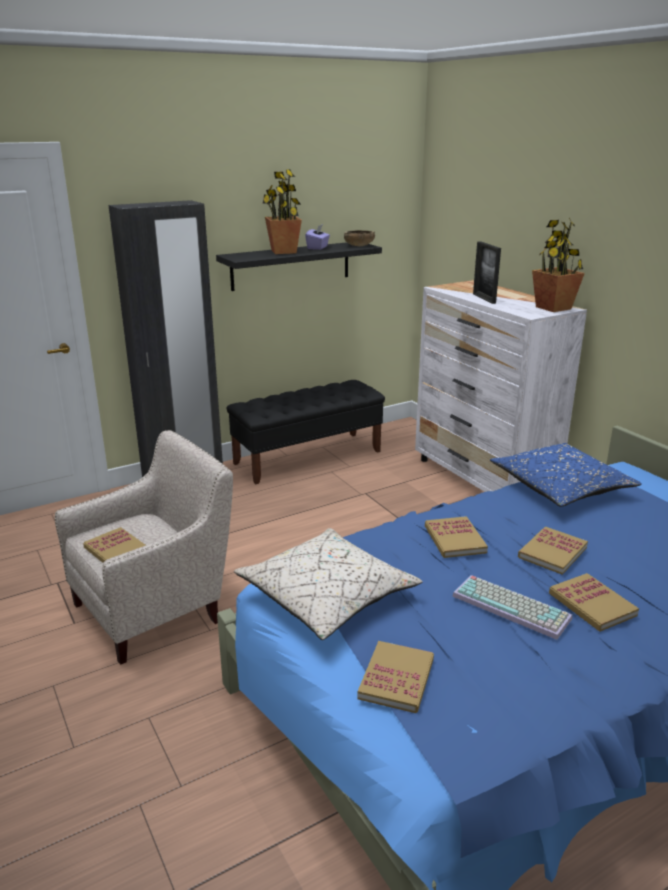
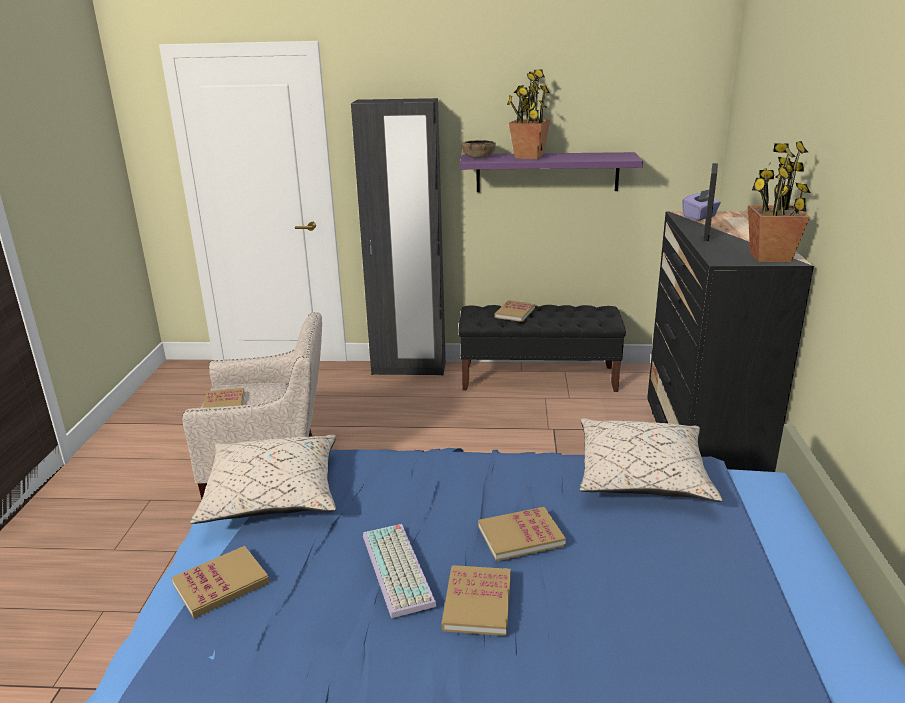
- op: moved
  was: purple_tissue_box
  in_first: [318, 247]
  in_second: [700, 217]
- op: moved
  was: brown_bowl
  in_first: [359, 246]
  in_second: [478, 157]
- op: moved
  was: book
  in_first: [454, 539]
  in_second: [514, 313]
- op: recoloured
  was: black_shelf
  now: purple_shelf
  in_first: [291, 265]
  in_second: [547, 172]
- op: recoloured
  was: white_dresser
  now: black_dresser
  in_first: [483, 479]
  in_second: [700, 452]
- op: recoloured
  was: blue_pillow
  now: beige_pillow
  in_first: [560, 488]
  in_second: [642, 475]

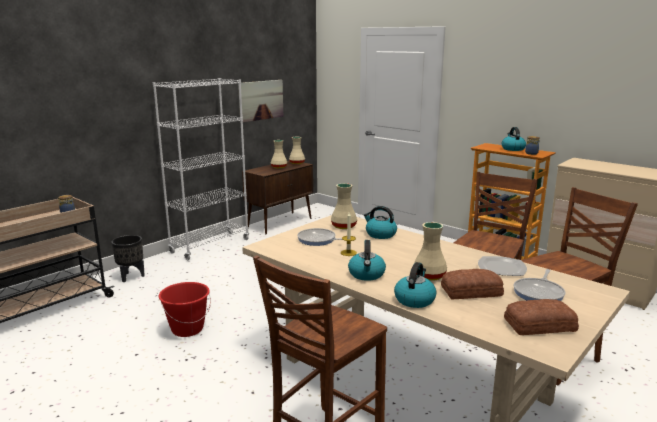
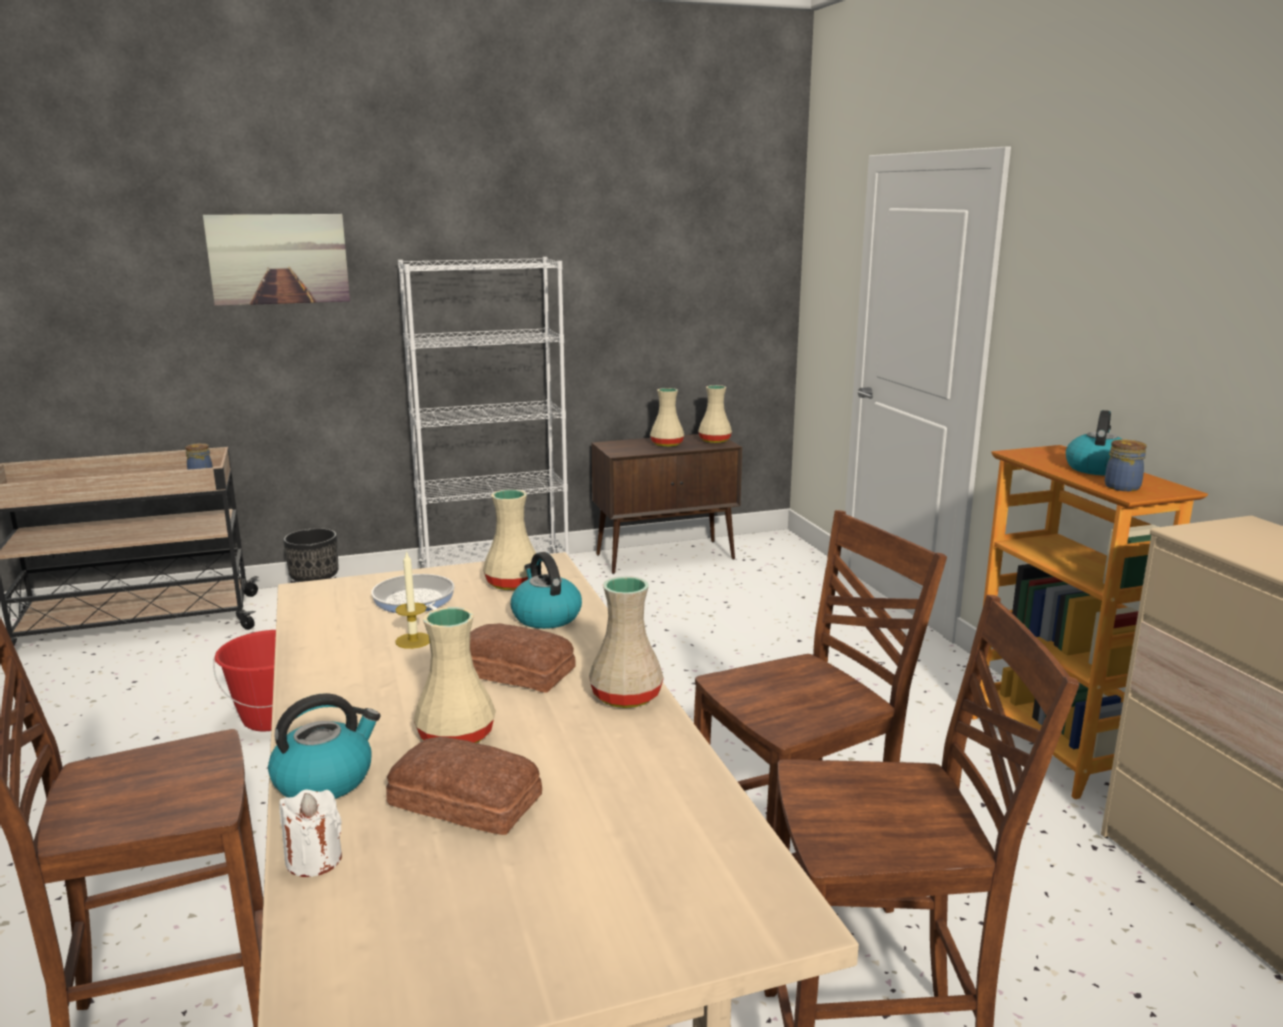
- op: removed
  was: kettle
  in_first: [367, 274]
- op: removed
  was: plate
  in_first: [502, 268]
- op: removed
  was: frying_pan
  in_first: [539, 293]
- op: added
  now: white_candle
  in_second: [314, 860]
- op: added
  now: beige_vase
  in_second: [625, 697]
- op: moved
  was: picture
  in_first: [261, 100]
  in_second: [278, 259]
- op: moved
  was: bread
  in_first: [538, 324]
  in_second: [514, 670]

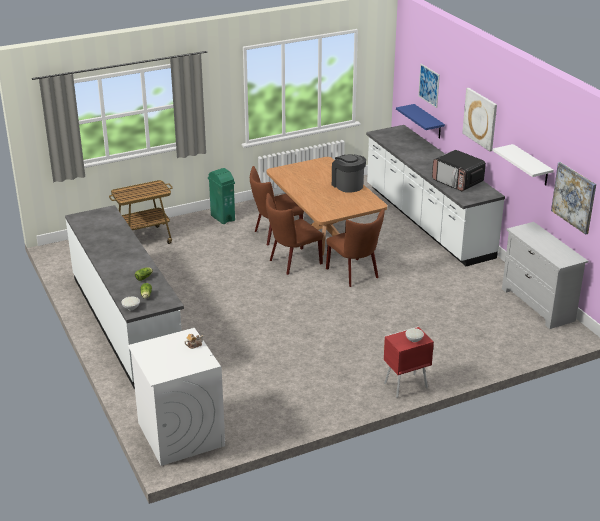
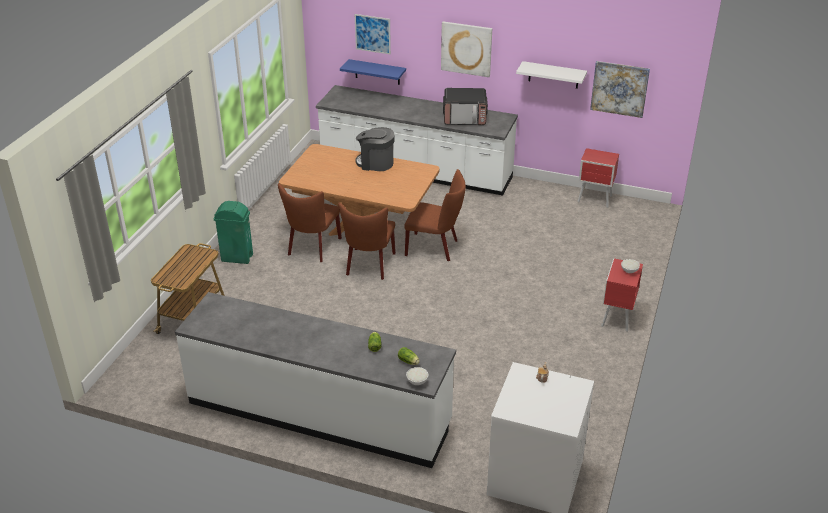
- op: replaced
  was: white_dresser
  now: red_nightstand
  in_first: [537, 305]
  in_second: [595, 200]

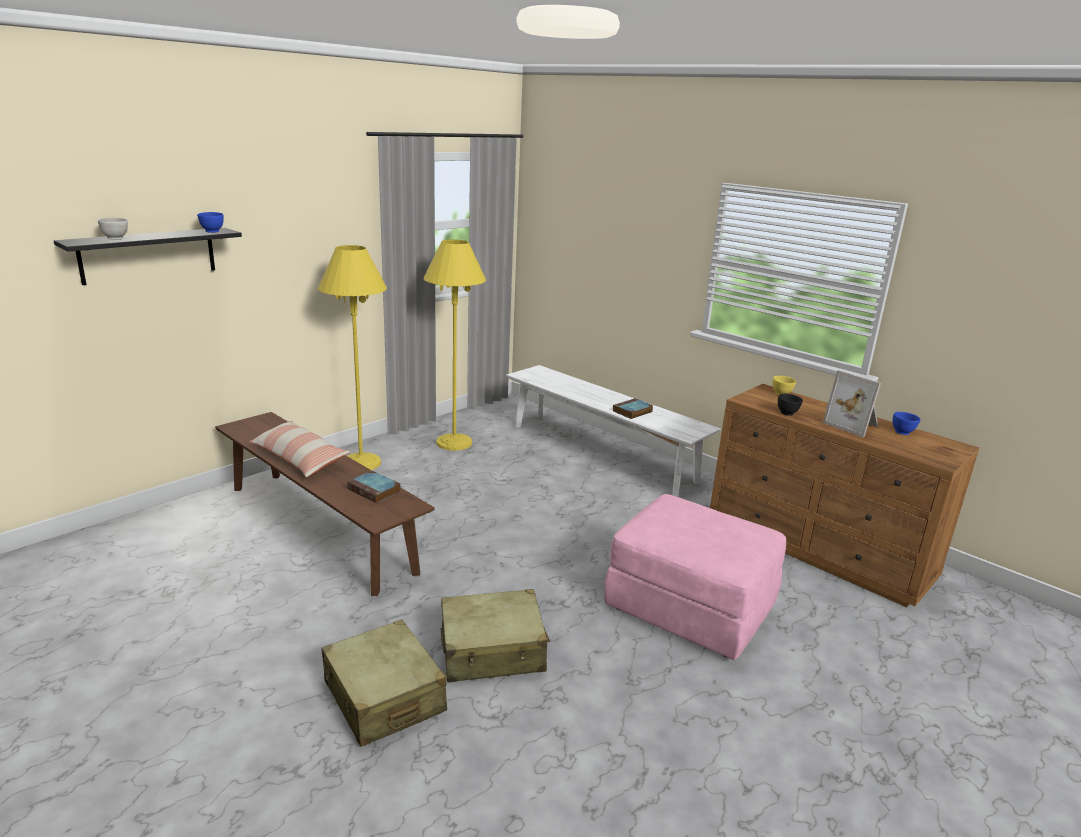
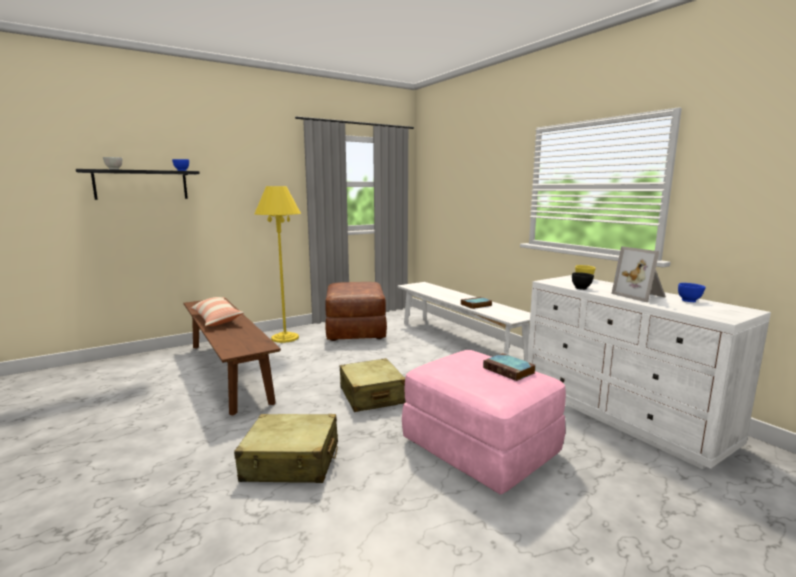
- op: moved
  was: beige_suitcase
  in_first: [384, 697]
  in_second: [371, 396]
- op: moved
  was: book
  in_first: [375, 490]
  in_second: [510, 370]
- op: replaced
  was: yellow_floor_lamp
  now: brown_ottoman
  in_first: [454, 442]
  in_second: [355, 330]
- op: recoloured
  was: brown_dresser
  now: white_dresser
  in_first: [819, 549]
  in_second: [621, 414]

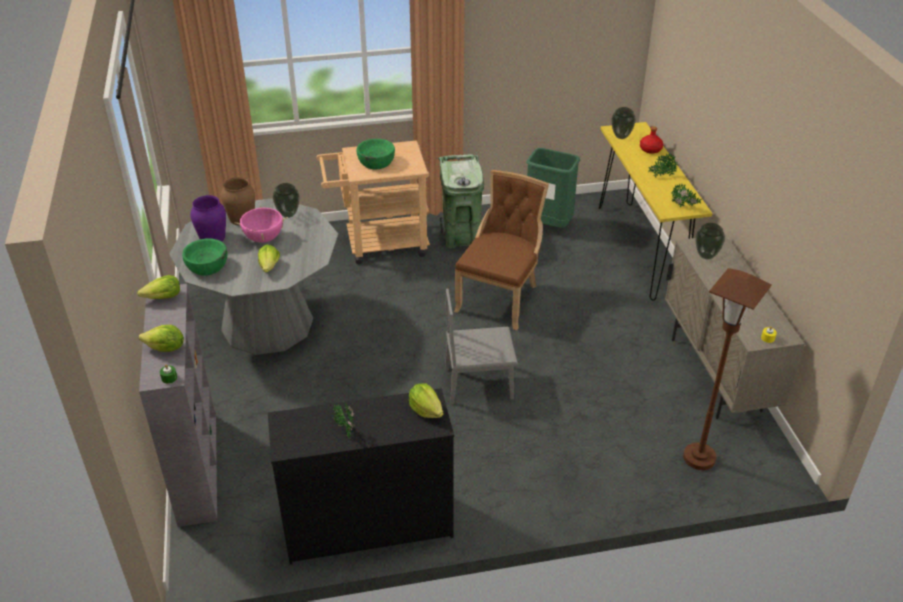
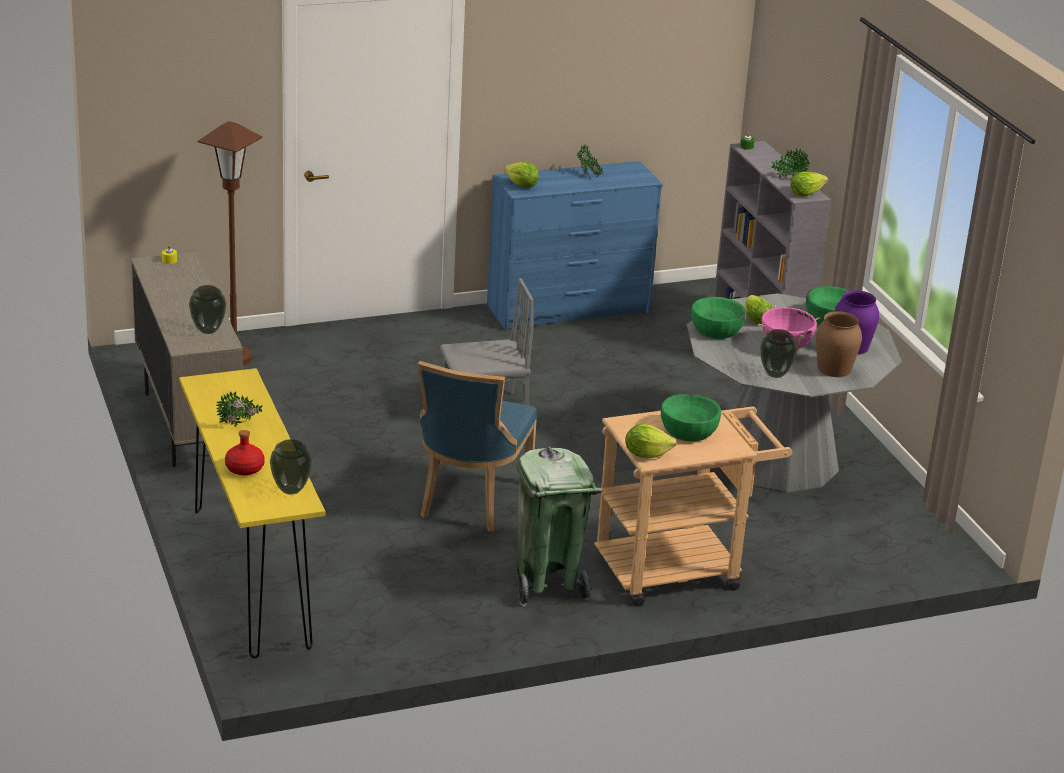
- op: removed
  was: green_trash_can
  in_first: [548, 225]
- op: added
  now: green_bowl
  in_second: [716, 329]
- op: moved
  was: lettuce
  in_first: [166, 349]
  in_second: [646, 454]
- op: moved
  was: potted_plant
  in_first: [683, 207]
  in_second: [789, 179]
- op: recoloured
  was: black_dresser
  now: blue_dresser
  in_first: [368, 526]
  in_second: [568, 310]
- op: recoloured
  was: brown_chair
  now: blue_chair
  in_first: [500, 298]
  in_second: [470, 500]

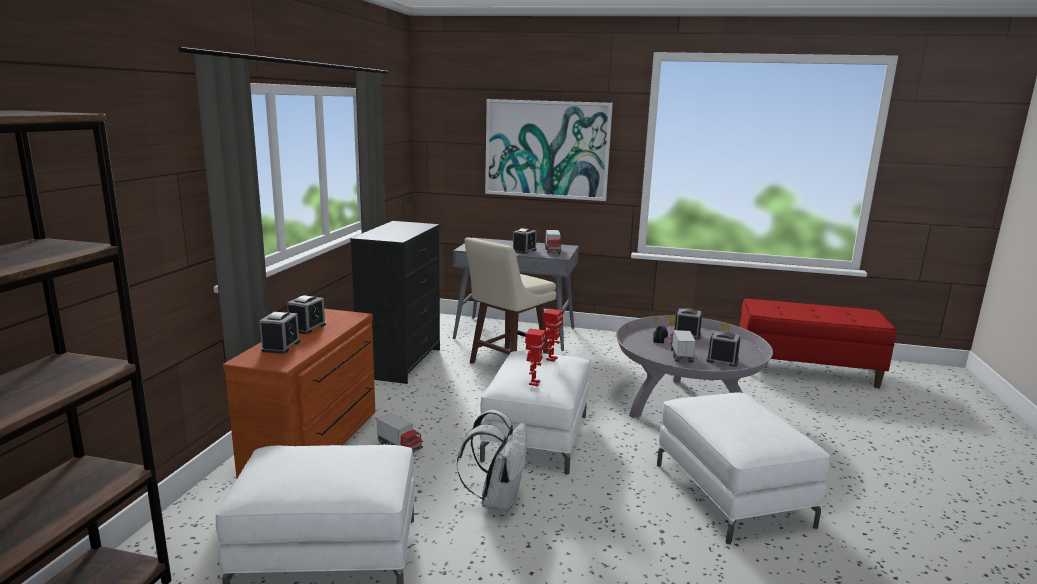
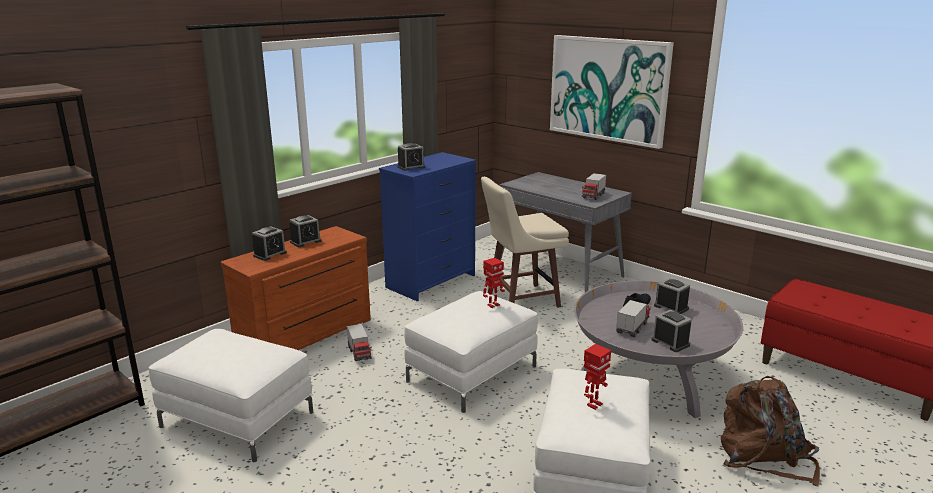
- op: removed
  was: white_backpack
  in_first: [497, 500]
- op: added
  now: brown_backpack
  in_second: [764, 456]
- op: moved
  was: alarm_clock
  in_first: [524, 250]
  in_second: [411, 167]
- op: moved
  was: toy_robot
  in_first: [533, 383]
  in_second: [593, 404]
- op: recoloured
  was: black_dresser
  now: blue_dresser
  in_first: [401, 363]
  in_second: [431, 281]

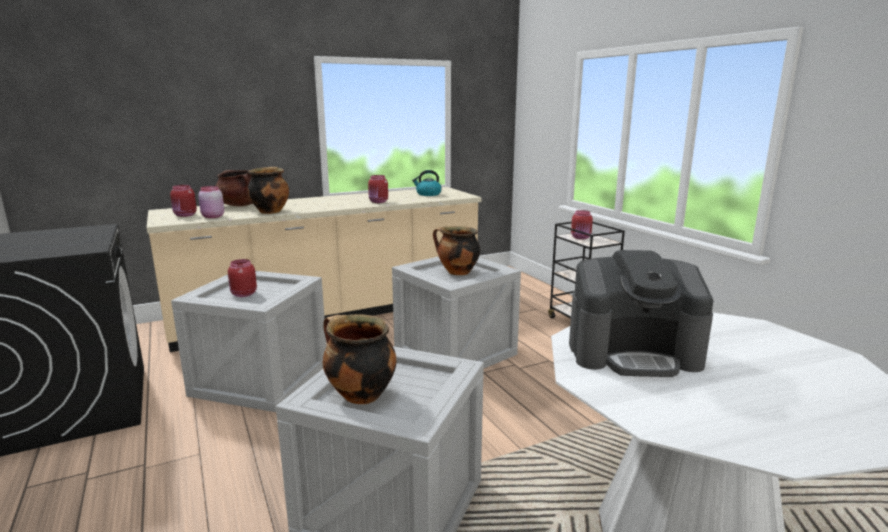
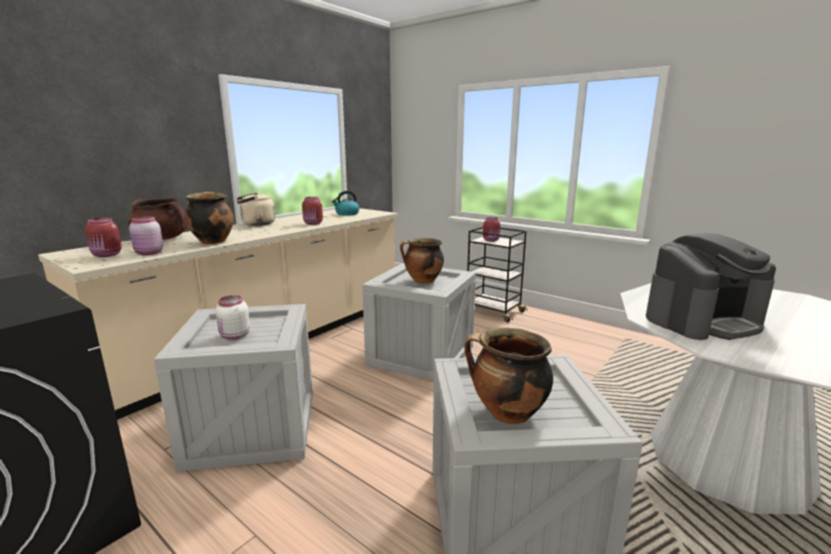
- op: added
  now: beige_kettle
  in_second: [256, 224]
- op: recoloured
  was: red_jar
  now: white_jar
  in_first: [243, 294]
  in_second: [234, 336]

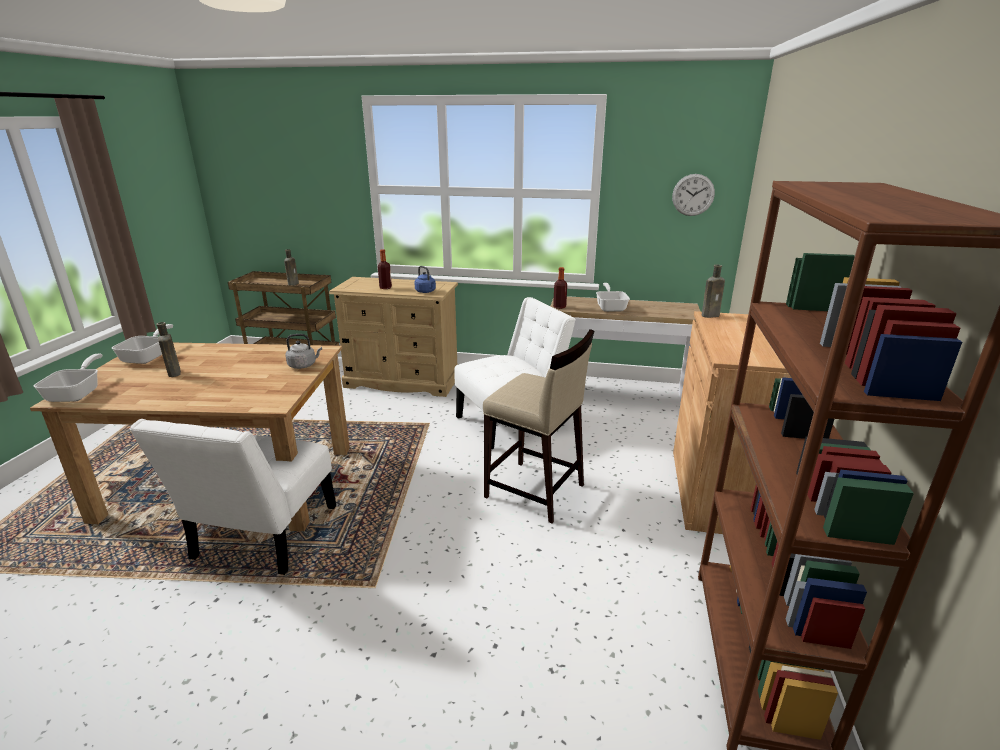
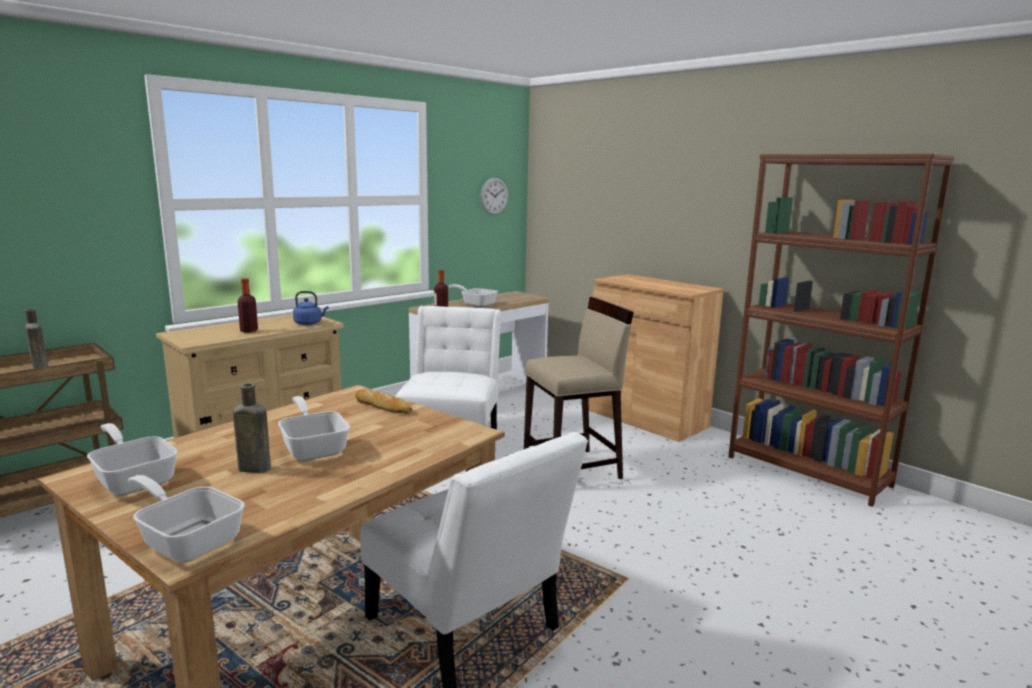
- op: removed
  was: brown_bottle
  in_first: [711, 315]
- op: added
  now: frying_pan
  in_second: [314, 447]
- op: replaced
  was: grey_kettle
  now: bread
  in_first: [304, 365]
  in_second: [383, 406]

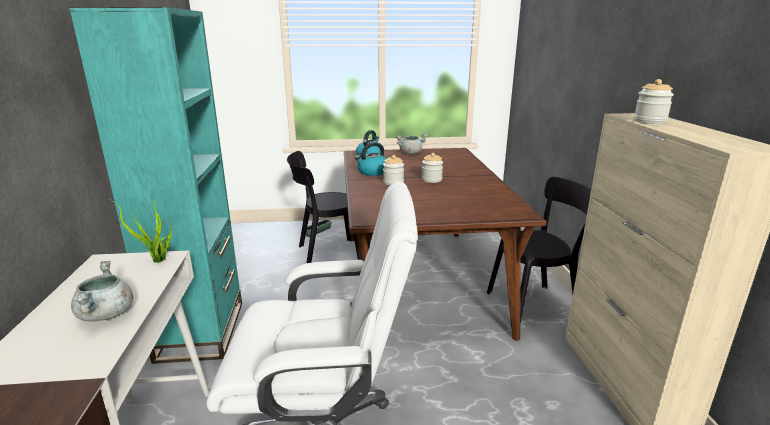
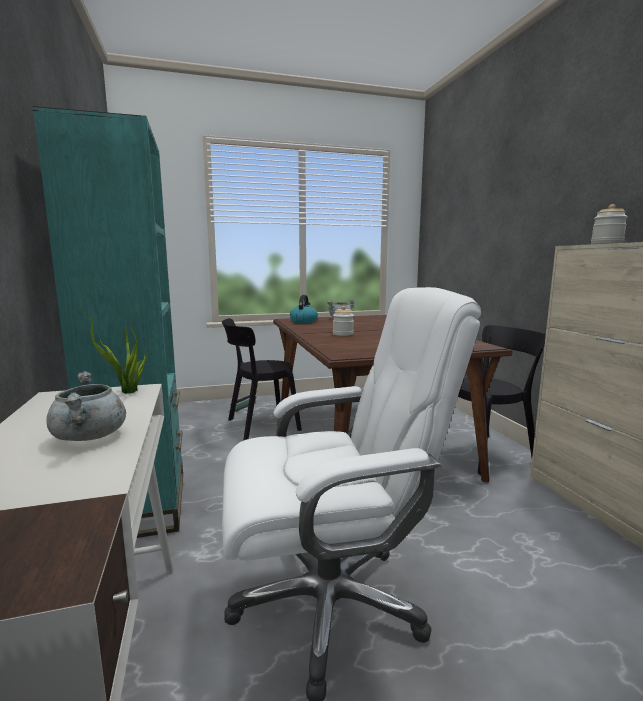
- op: removed
  was: kettle
  in_first: [372, 172]
- op: removed
  was: jar
  in_first: [431, 180]

